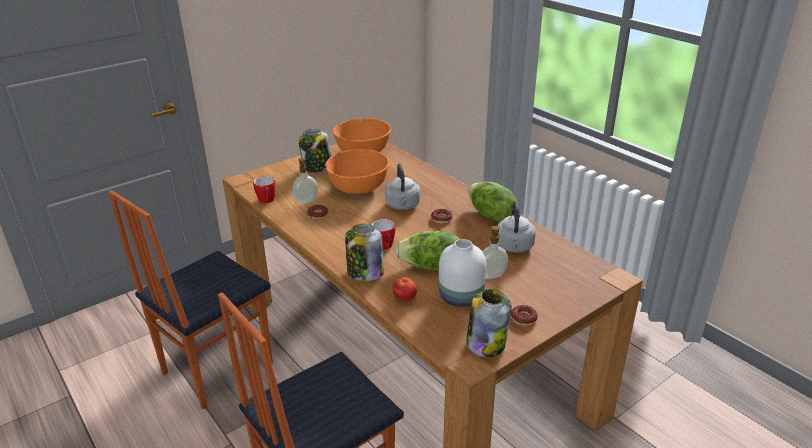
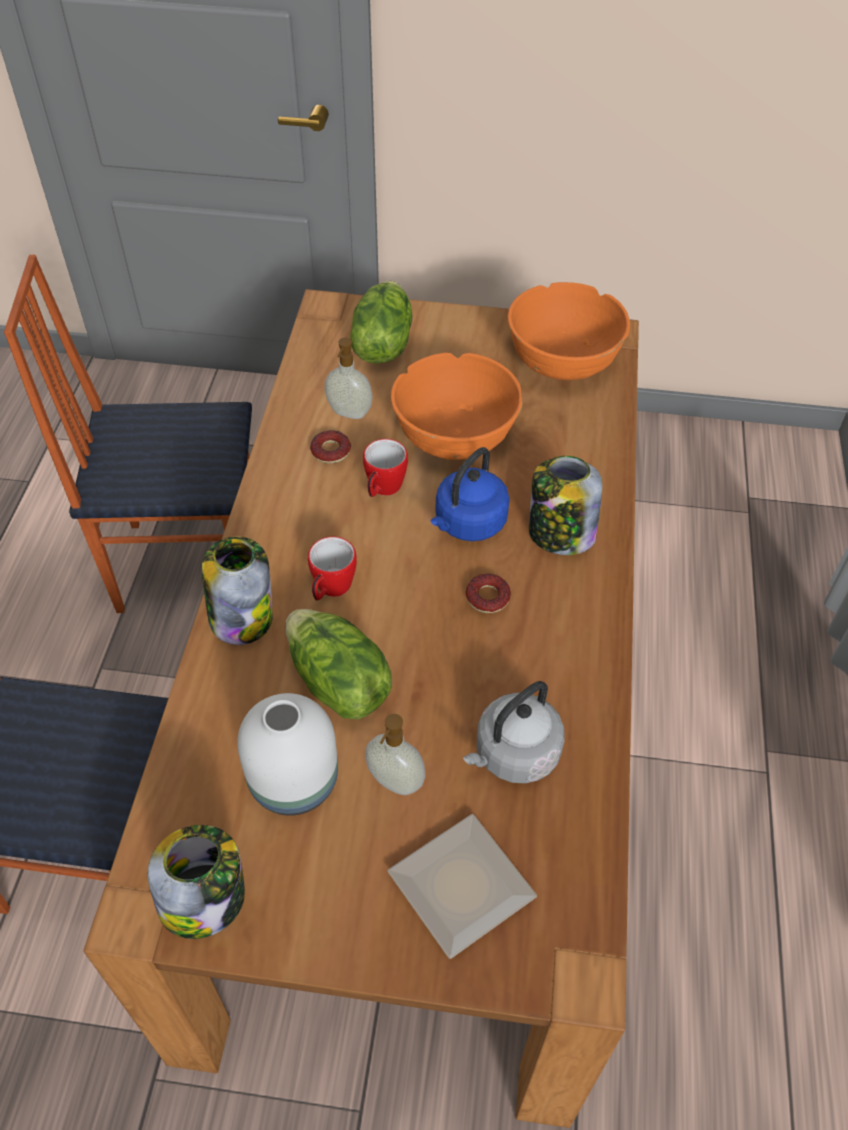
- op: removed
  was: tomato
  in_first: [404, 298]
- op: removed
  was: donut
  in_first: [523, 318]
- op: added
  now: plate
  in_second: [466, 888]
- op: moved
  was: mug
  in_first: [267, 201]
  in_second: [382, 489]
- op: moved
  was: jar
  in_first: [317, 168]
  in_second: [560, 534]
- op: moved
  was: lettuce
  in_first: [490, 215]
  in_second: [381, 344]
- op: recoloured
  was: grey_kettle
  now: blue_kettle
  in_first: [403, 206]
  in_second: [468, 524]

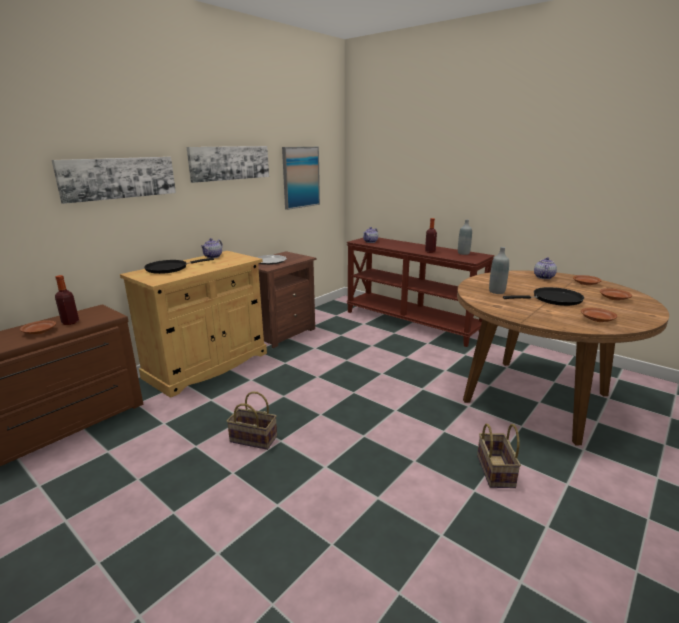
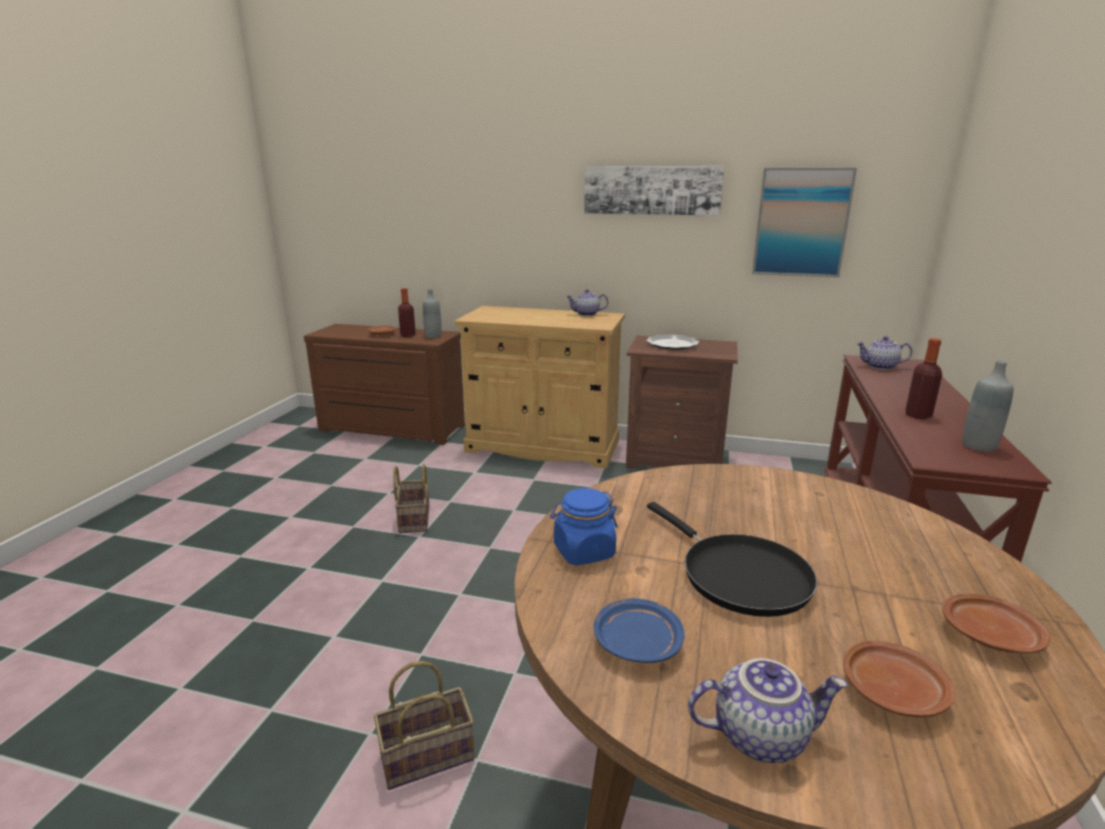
- op: removed
  was: picture
  in_first: [118, 178]
- op: removed
  was: black_frying_pan
  in_first: [170, 268]
- op: added
  now: blue_jar
  in_second: [583, 551]
- op: moved
  was: grey_bottle
  in_first: [496, 291]
  in_second: [433, 336]
- op: moved
  was: teapot
  in_first: [543, 277]
  in_second: [760, 735]
- op: recoloured
  was: brown_plate
  now: blue_plate
  in_first: [596, 319]
  in_second: [637, 642]

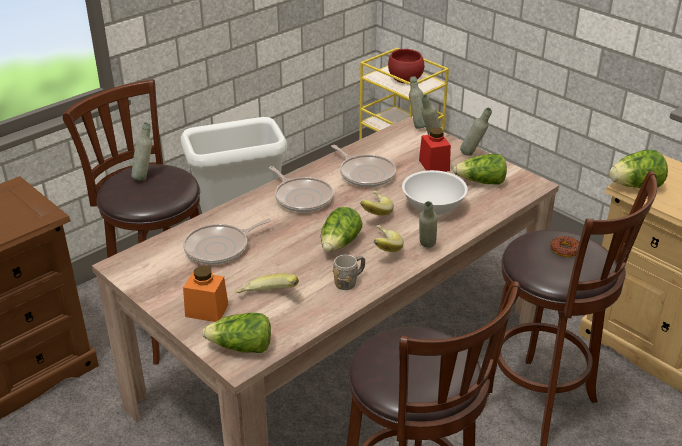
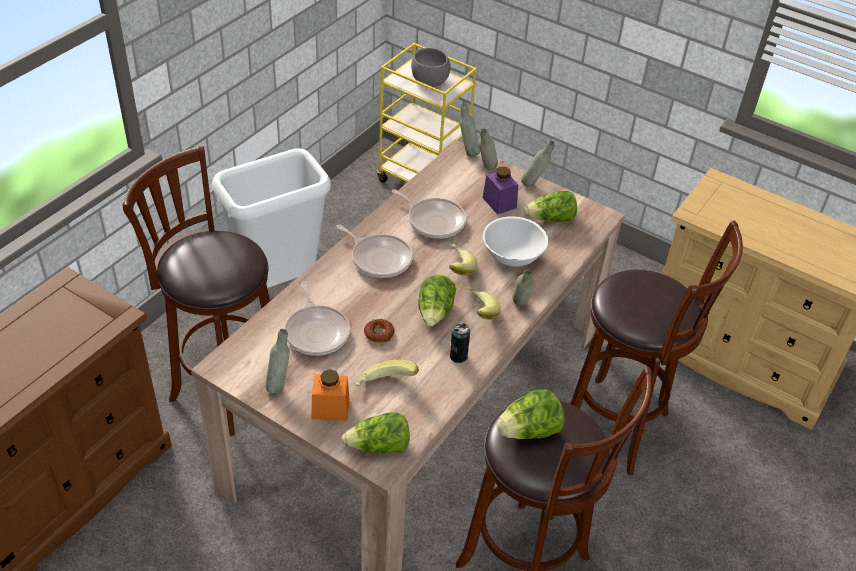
- op: moved
  was: grey_bottle
  in_first: [145, 177]
  in_second: [279, 385]
- op: moved
  was: donut
  in_first: [565, 250]
  in_second: [379, 334]
- op: moved
  was: lettuce
  in_first: [635, 186]
  in_second: [529, 431]
- op: replaced
  was: grey_mug
  now: can
  in_first: [349, 282]
  in_second: [458, 356]
- op: recoloured
  was: red_bowl
  now: grey_bowl
  in_first: [404, 79]
  in_second: [429, 81]
- op: recoloured
  was: red_jar
  now: purple_jar
  in_first: [434, 165]
  in_second: [499, 202]
- op: turned
  was: frying_pan
  in_first: [220, 248]
  in_second: [317, 332]
  clockwise: -60

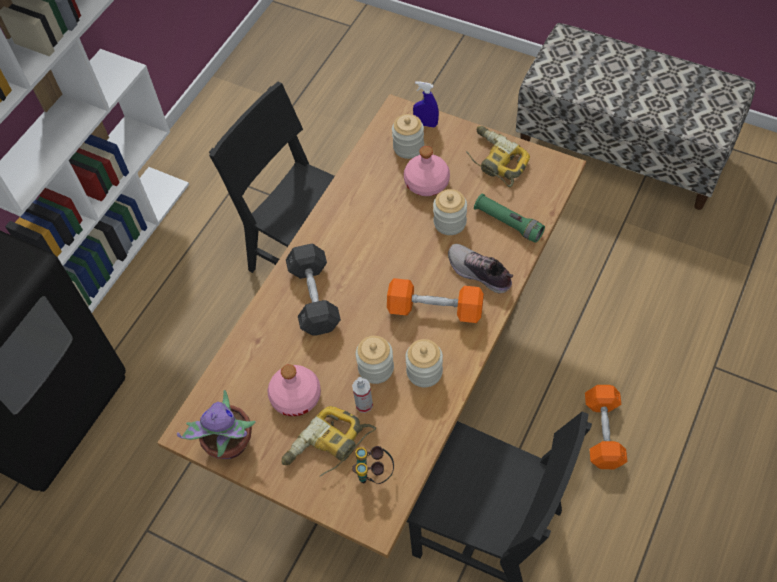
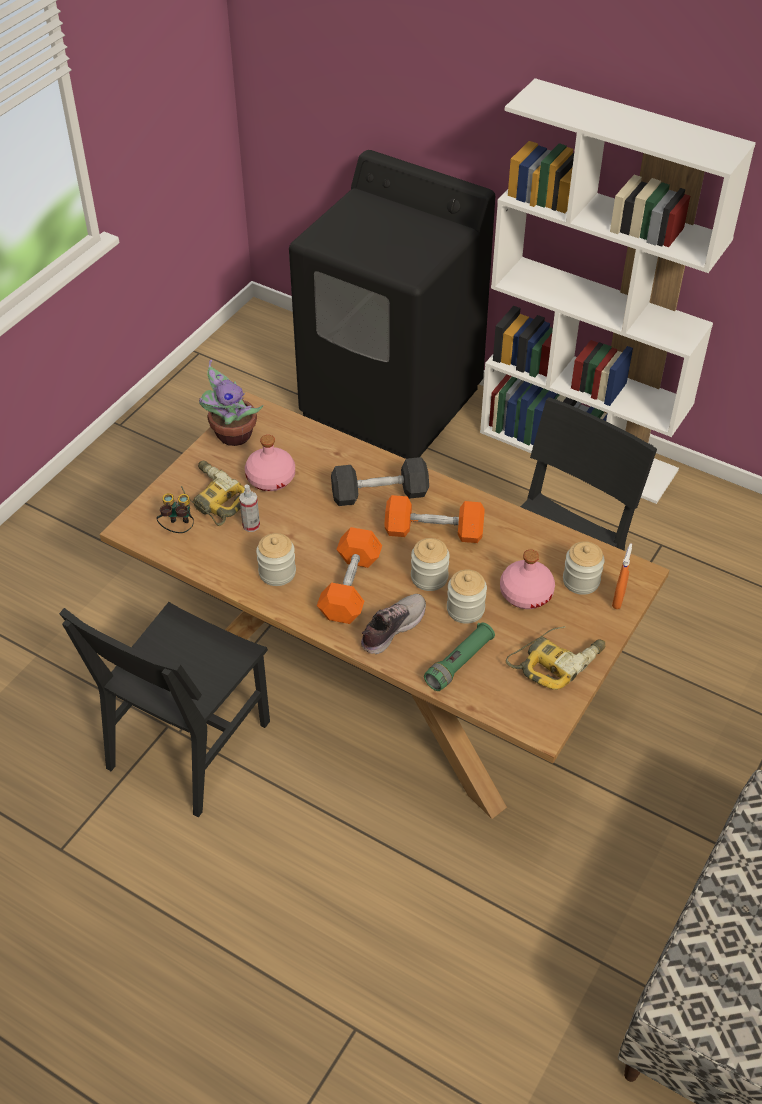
- op: moved
  was: jar
  in_first: [376, 368]
  in_second: [429, 577]
- op: moved
  was: orange_dumbbell
  in_first: [603, 432]
  in_second: [434, 531]
- op: recoloured
  was: blue_spray_bottle
  now: orange_spray_bottle
  in_first: [426, 124]
  in_second: [618, 600]

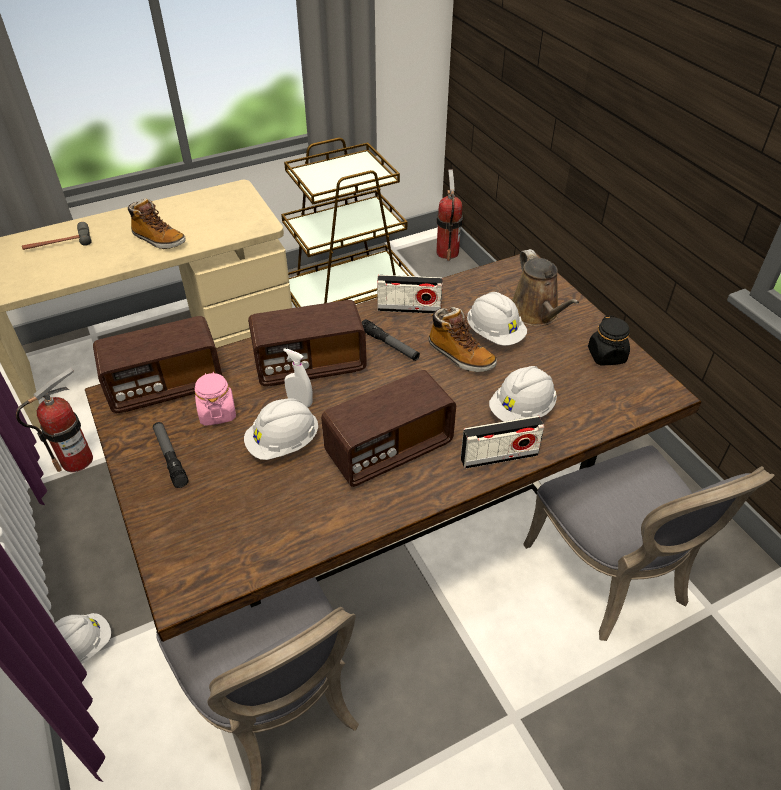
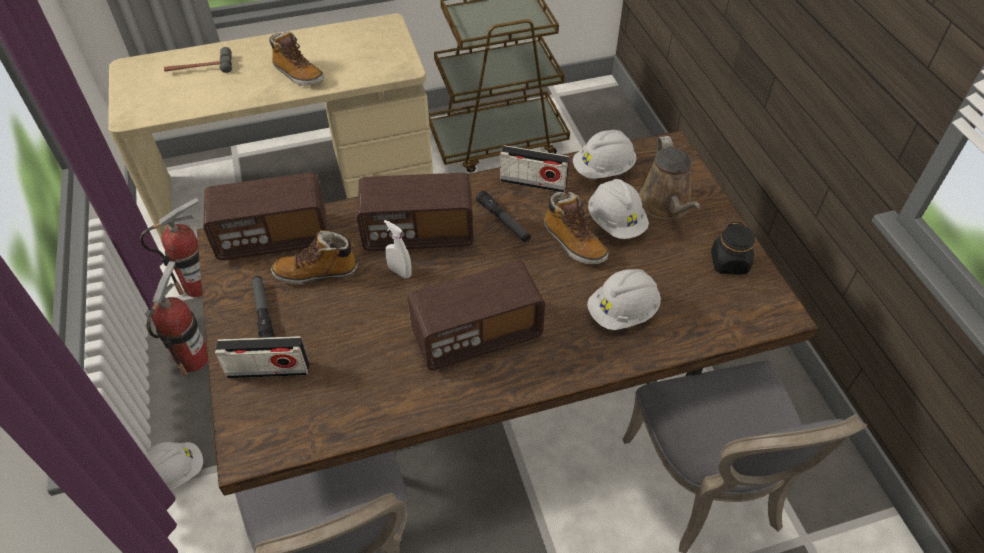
- op: moved
  was: white_hard_hat
  in_first: [283, 443]
  in_second: [603, 170]
- op: moved
  was: fire_extinguisher
  in_first: [447, 252]
  in_second: [193, 358]
- op: moved
  was: radio
  in_first: [499, 456]
  in_second: [268, 370]
- op: replaced
  was: pink_jar
  now: boot
  in_first: [217, 413]
  in_second: [317, 272]

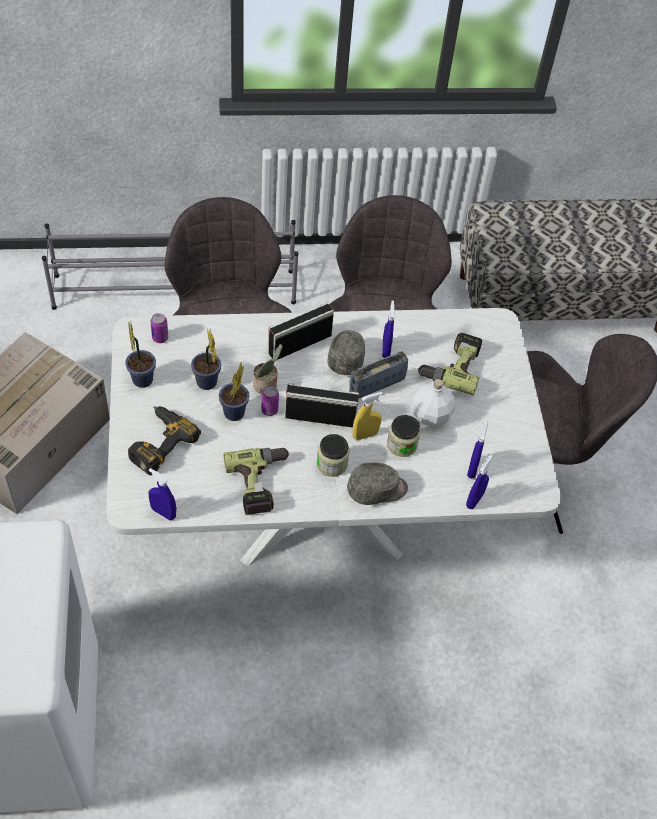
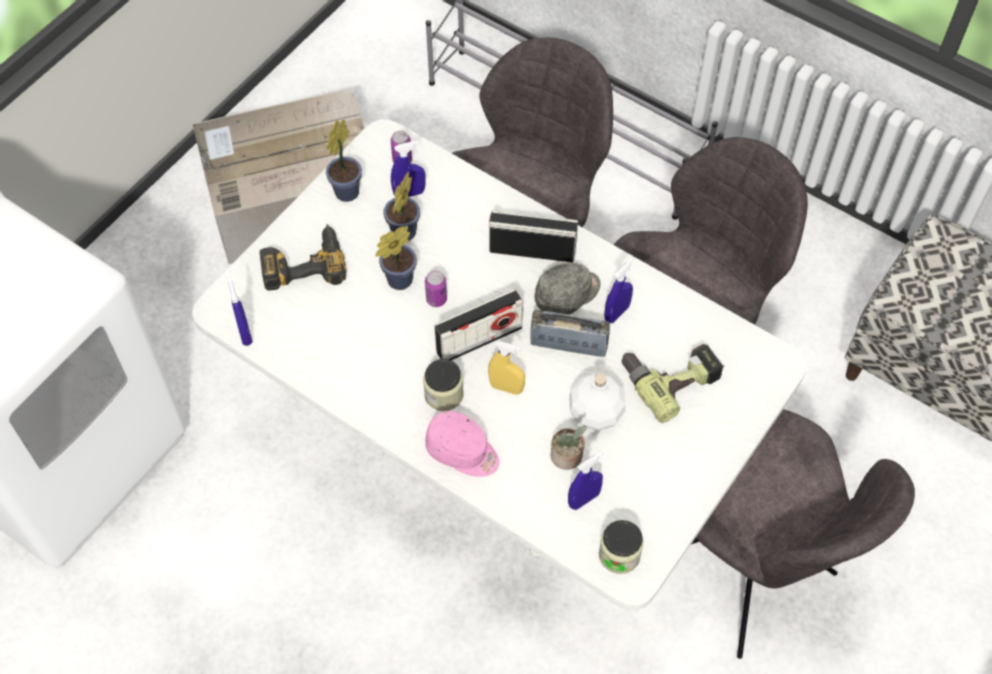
- op: removed
  was: power_drill
  in_first: [261, 484]
- op: moved
  was: potted_plant
  in_first: [266, 385]
  in_second: [568, 457]
- op: moved
  was: jar
  in_first: [401, 444]
  in_second: [619, 554]
- op: moved
  was: blue_spray_bottle
  in_first: [474, 500]
  in_second: [409, 193]
- op: recoloured
  was: grey_cap
  now: pink_cap
  in_first: [377, 490]
  in_second: [463, 452]
- op: turned
  was: radio
  in_first: [320, 417]
  in_second: [479, 339]
  clockwise: 105

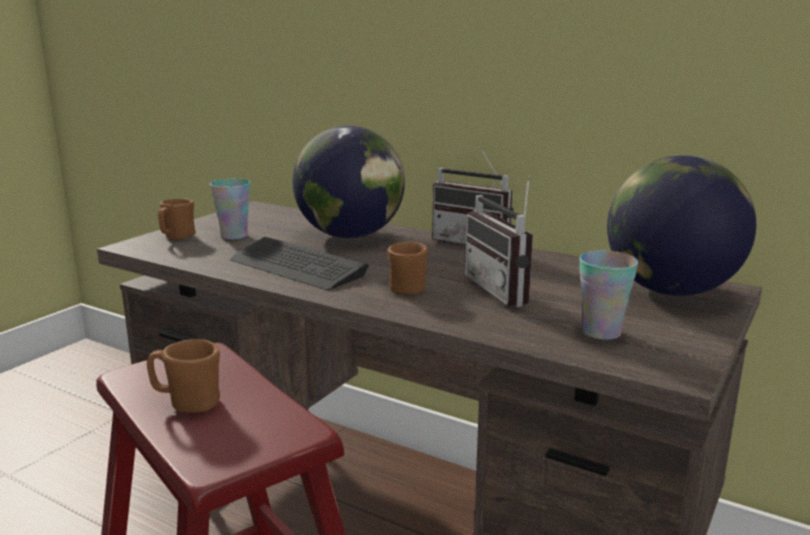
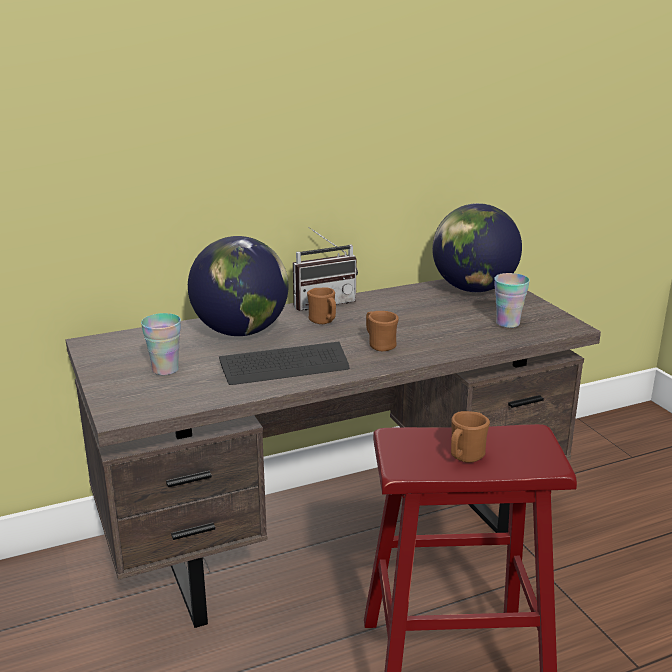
- op: removed
  was: radio
  in_first: [506, 290]
- op: moved
  was: brown_mug
  in_first: [177, 237]
  in_second: [323, 321]

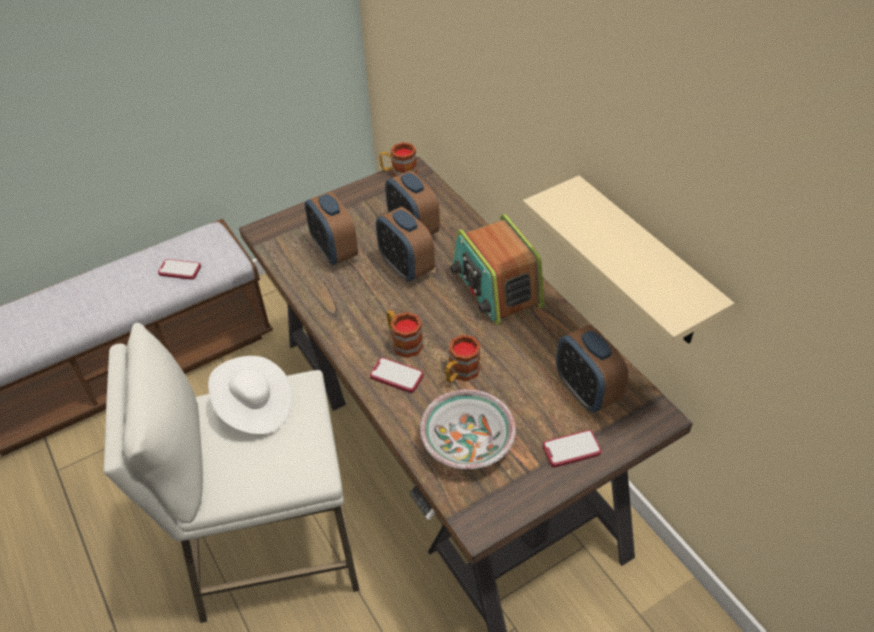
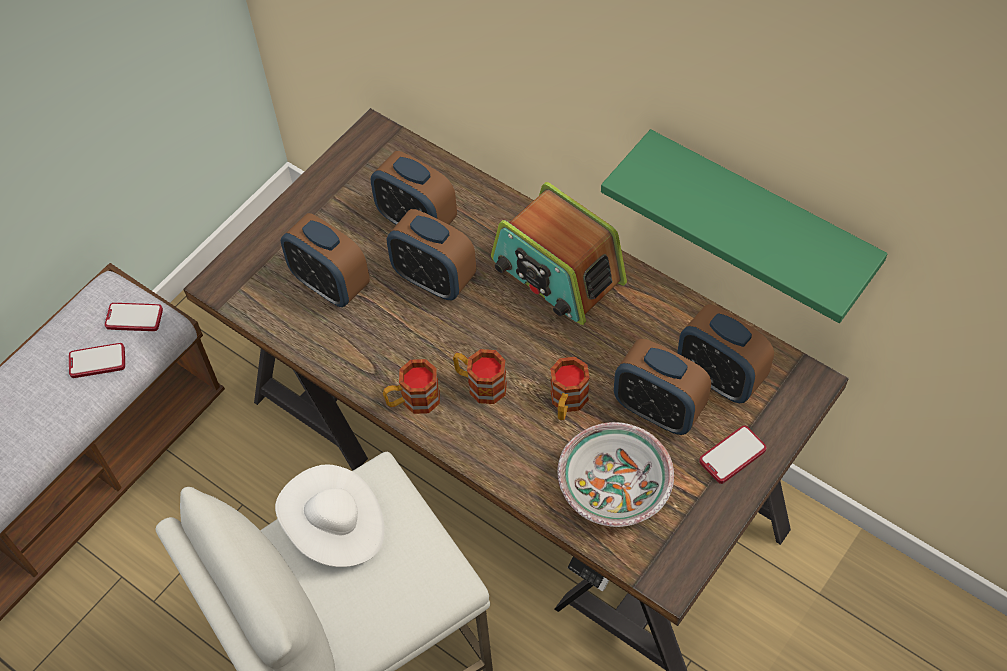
- op: added
  now: alarm_clock
  in_second: [658, 409]
- op: moved
  was: phone
  in_first: [396, 376]
  in_second: [134, 318]
- op: moved
  was: mug
  in_first: [399, 172]
  in_second: [413, 400]
- op: recoloured
  was: beige_shelf
  now: green_shelf
  in_first: [644, 265]
  in_second: [758, 220]

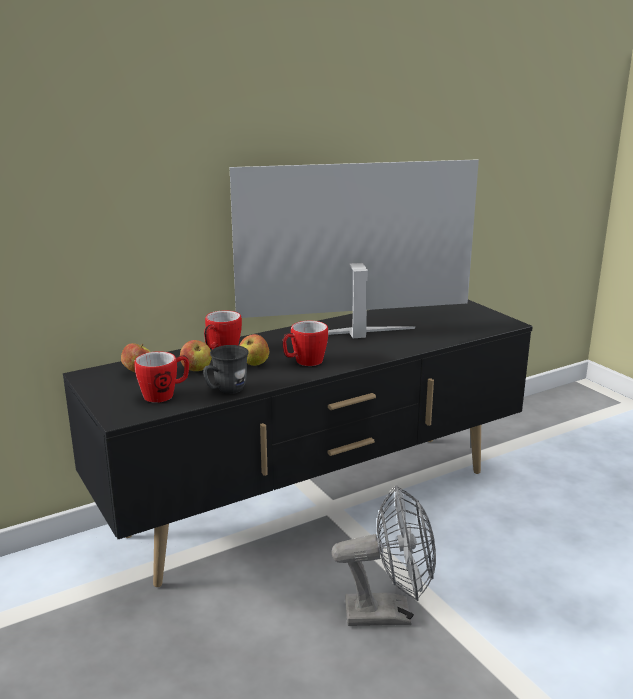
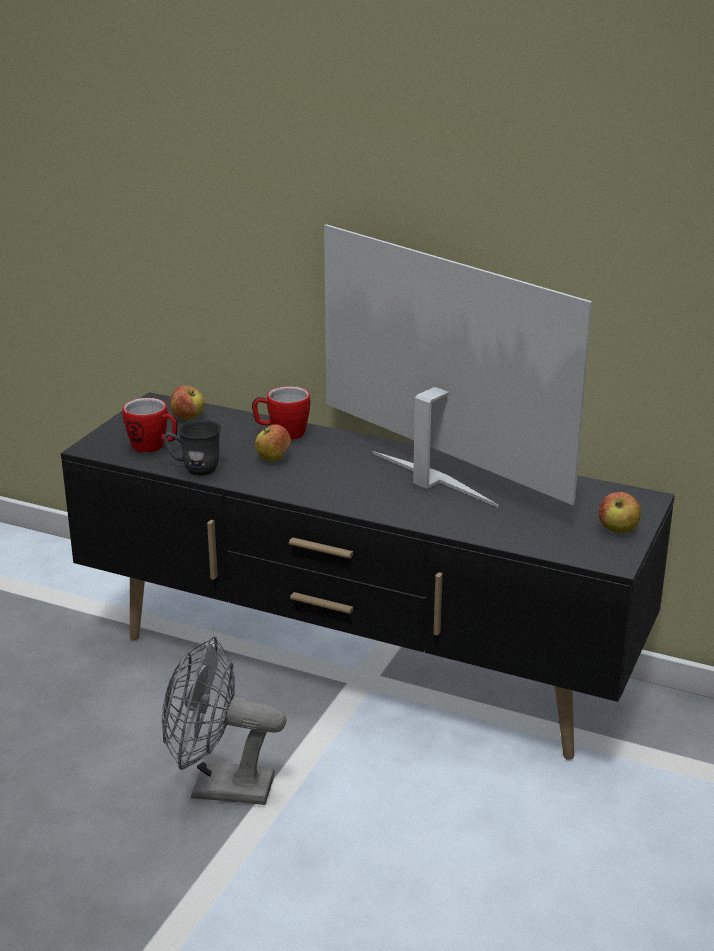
- op: removed
  was: mug
  in_first: [304, 362]
- op: moved
  was: apple
  in_first: [196, 369]
  in_second: [618, 530]
- op: turned
  was: grey_fan
  in_first: [389, 613]
  in_second: [219, 788]
  clockwise: 135

